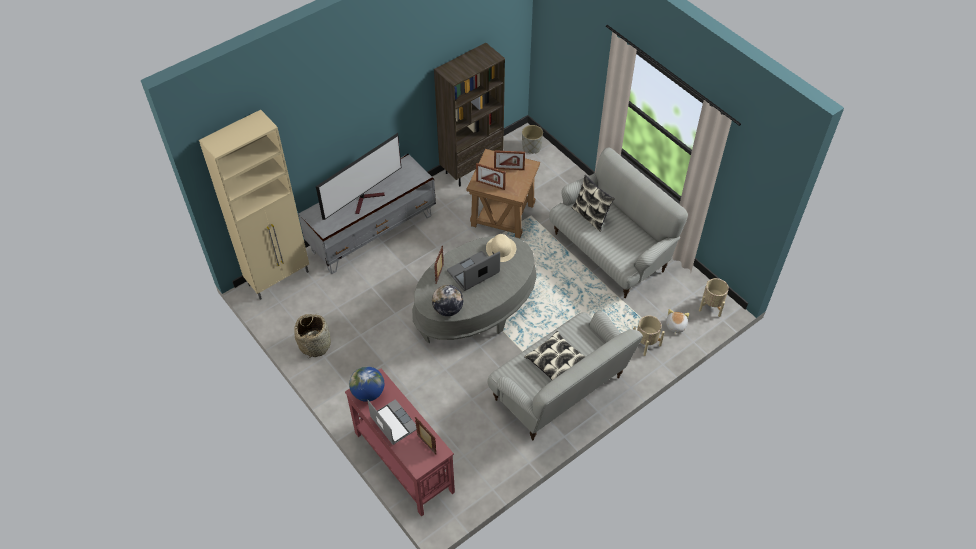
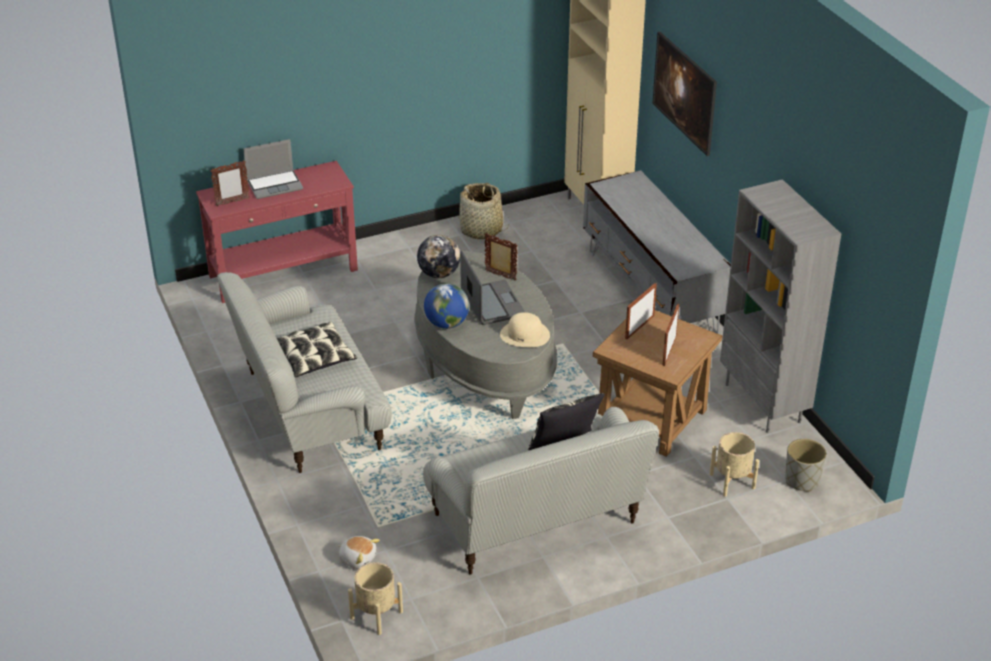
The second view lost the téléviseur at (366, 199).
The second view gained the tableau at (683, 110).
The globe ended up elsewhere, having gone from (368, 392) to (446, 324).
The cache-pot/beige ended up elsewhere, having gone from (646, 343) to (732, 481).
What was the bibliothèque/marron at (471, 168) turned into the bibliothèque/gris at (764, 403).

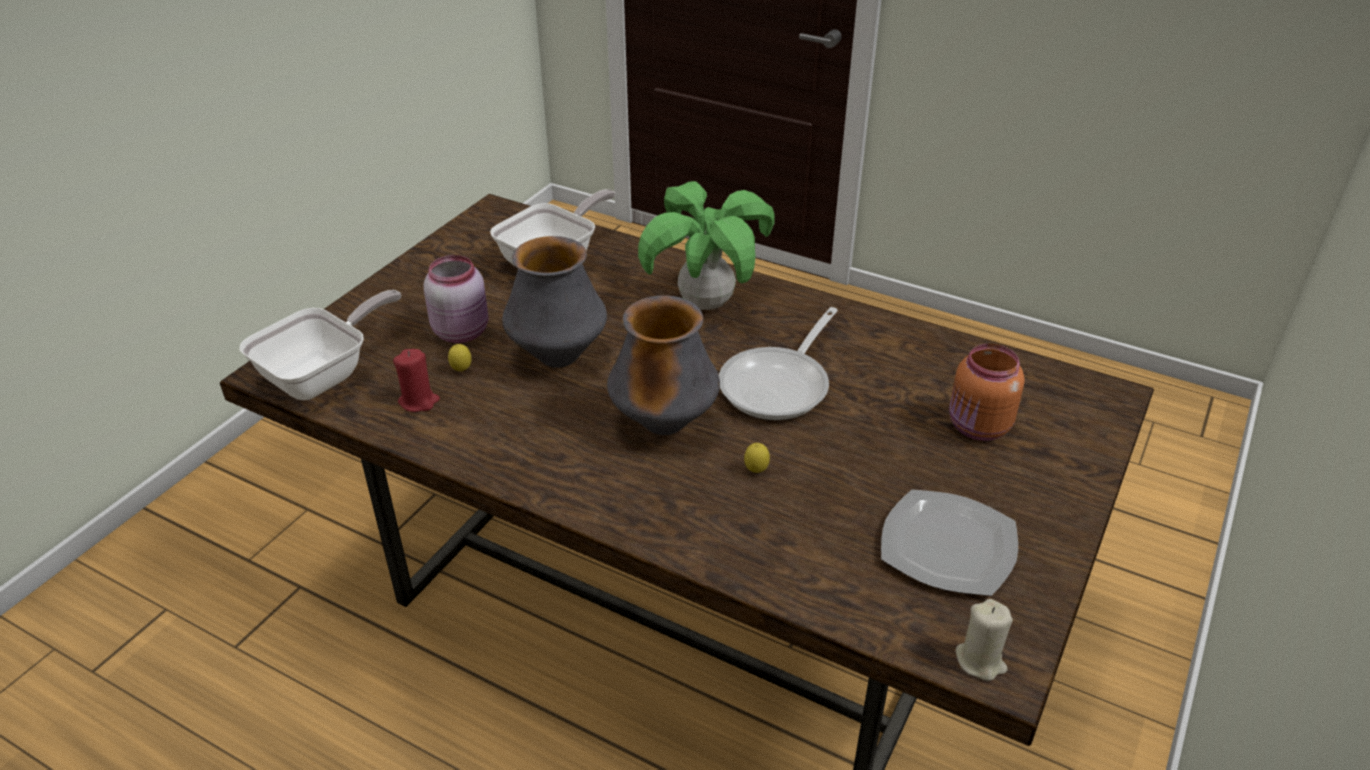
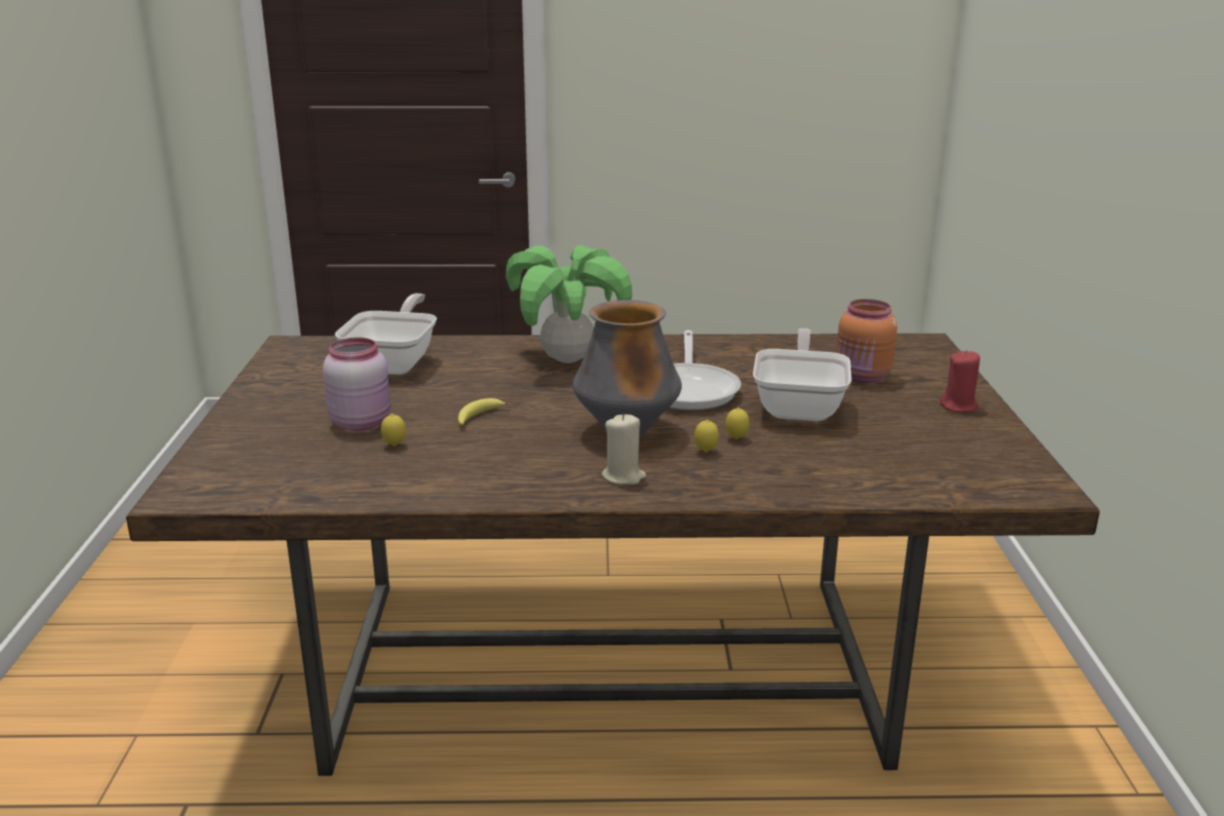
The second view lost the assiette at (946, 546).
The second view gained the citron at (705, 452).
The poêle ended up elsewhere, having gone from (324, 375) to (800, 406).
The bougie/rouge ended up elsewhere, having gone from (419, 401) to (959, 406).
The bougie/beige ended up elsewhere, having gone from (980, 661) to (623, 477).
Where the vase stood at (558, 357), the banane came to stand at (478, 417).

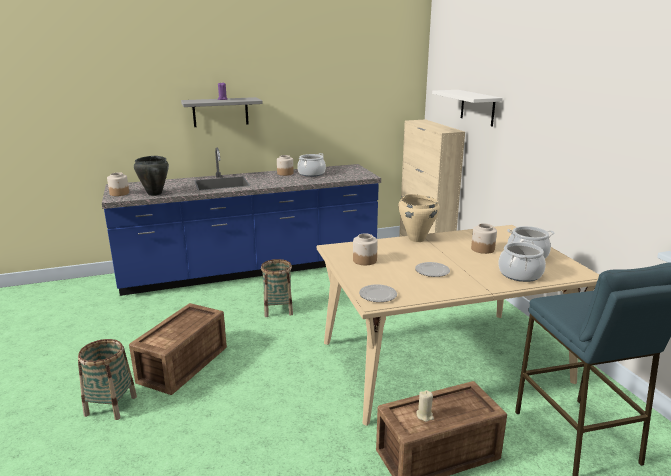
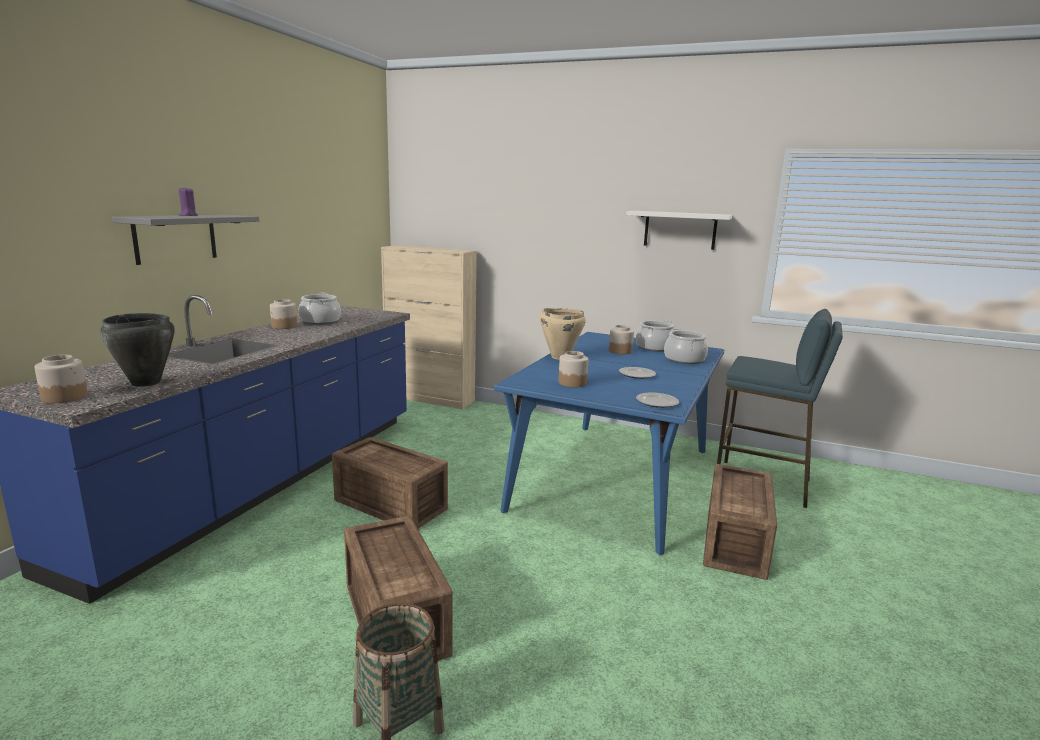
The second view lost the bougie/beige at (424, 415).
The étagère/blanc ended up elsewhere, having gone from (477, 107) to (680, 230).
Where the panier stood at (278, 309), the caisse came to stand at (390, 506).
What was the table à manger/beige at (442, 362) turned into the table à manger/bleu at (615, 479).

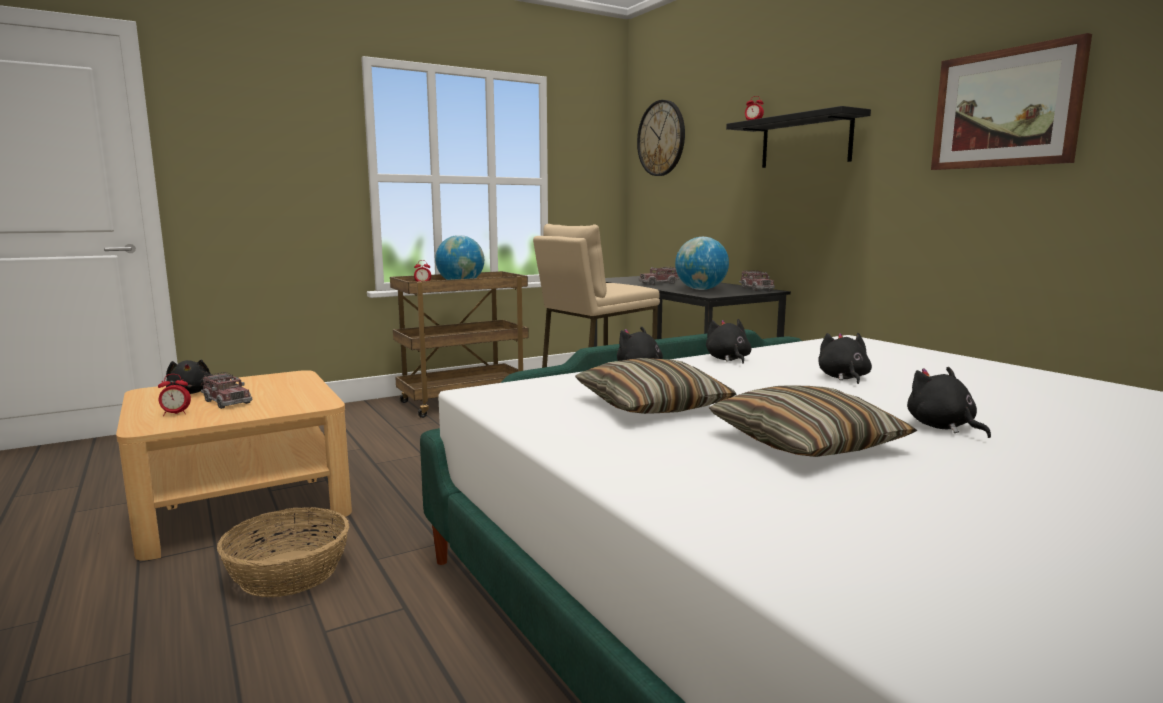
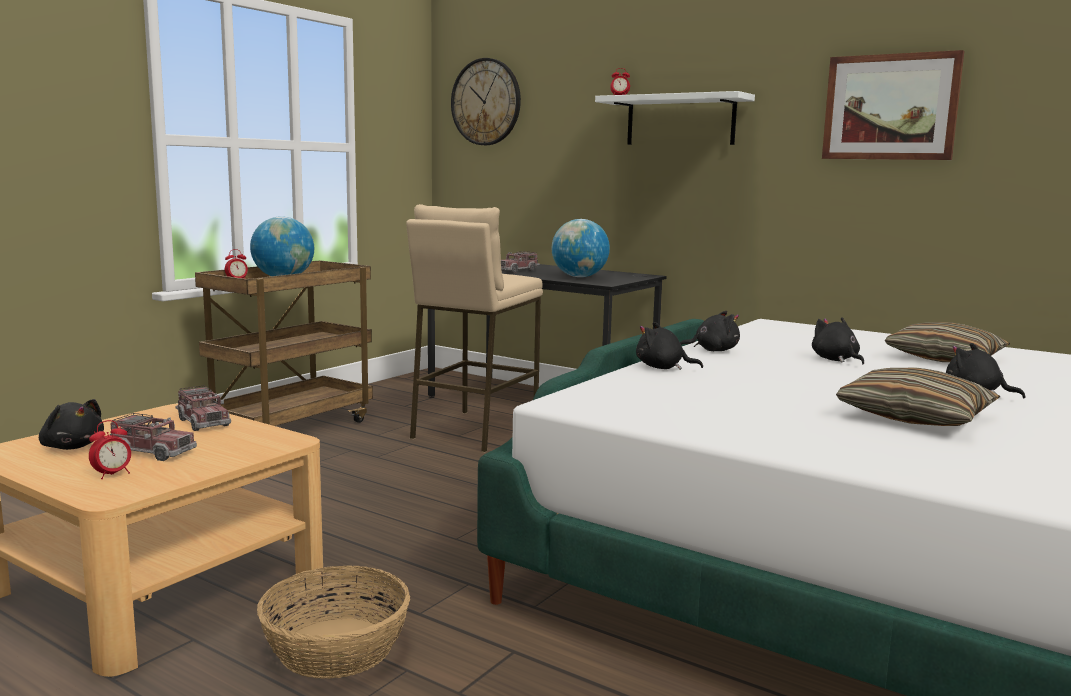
The coussin ended up elsewhere, having gone from (651, 405) to (944, 358).
The camion jouet ended up elsewhere, having gone from (756, 288) to (203, 422).
What was the étagère/noir at (805, 141) turned into the étagère/blanc at (680, 120).
The peluche/noir at (728, 359) ended up facing another way, 120 degrees clockwise from before.

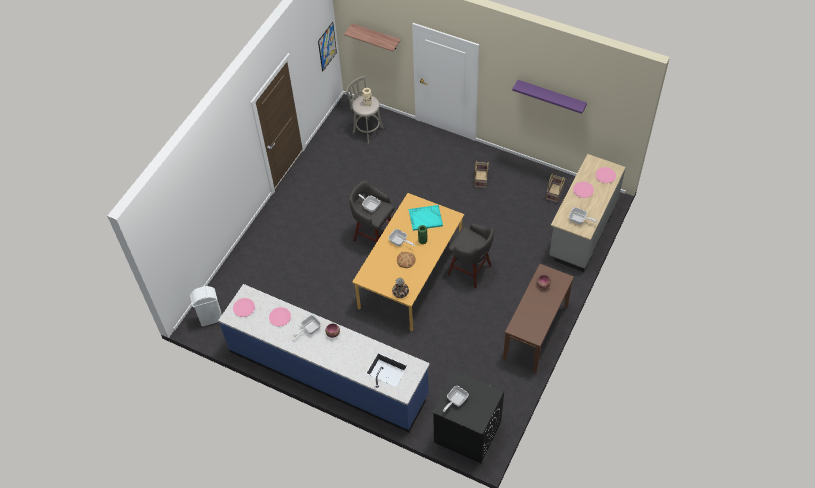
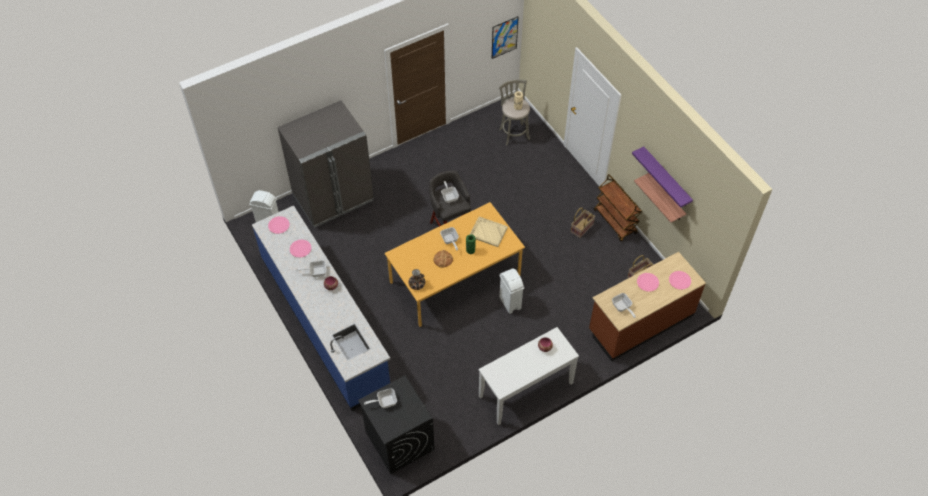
The second view gained the réfrigérateur/gris at (333, 198).
The second view gained the chariot/marron at (615, 222).
The étagère ended up elsewhere, having gone from (376, 36) to (666, 198).
Where the tabouret/gris stood at (471, 271), the poubelle/blanc came to stand at (510, 303).
What was the plateau/turquoise at (425, 218) turned into the plateau/beige at (488, 232).
What was the table console/marron at (536, 332) turned into the table console/blanc at (526, 390).
What was the comptoir de cuisine/gris at (582, 229) turned into the comptoir de cuisine/marron at (640, 322).

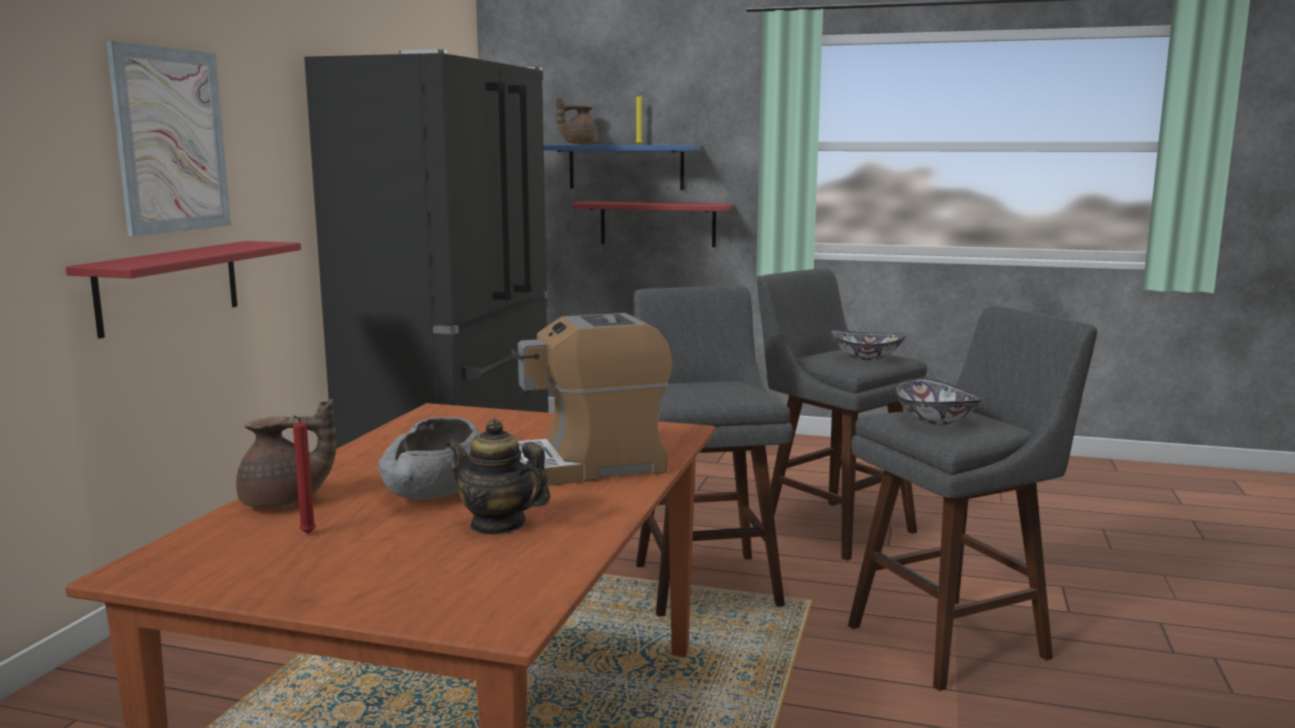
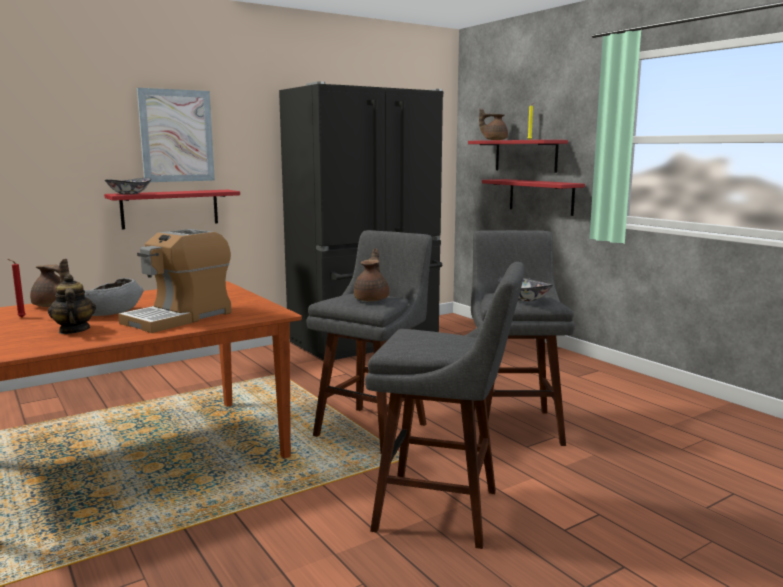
The second view gained the théière/marron at (372, 299).
The bol ended up elsewhere, having gone from (934, 420) to (129, 193).
What was the étagère/bleu at (626, 167) turned into the étagère/rouge at (525, 156).
The machine à café at (579, 466) ended up facing another way, 75 degrees counterclockwise from before.

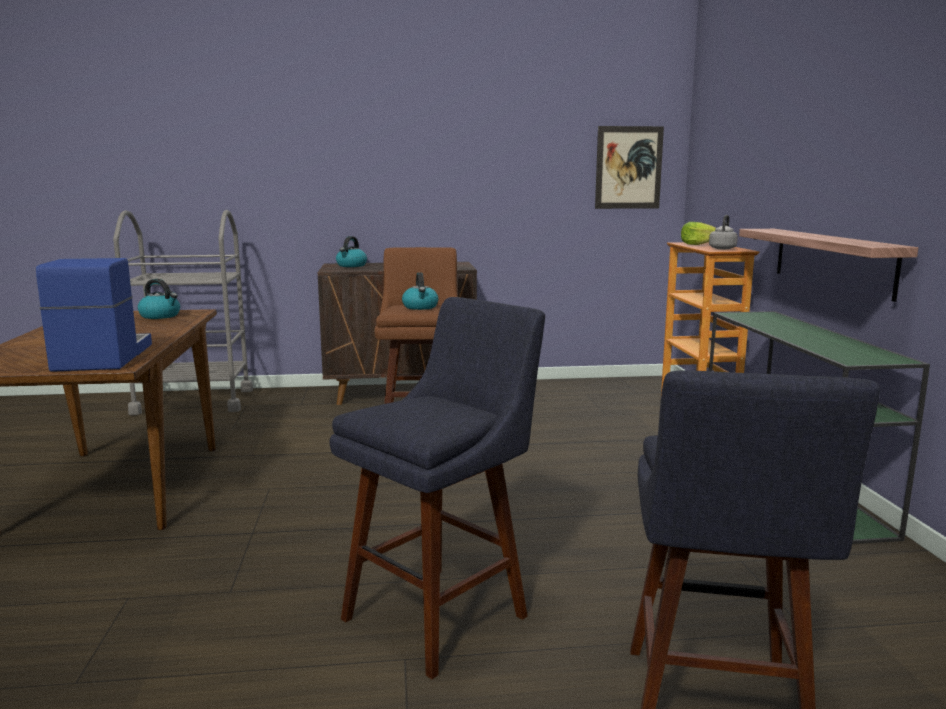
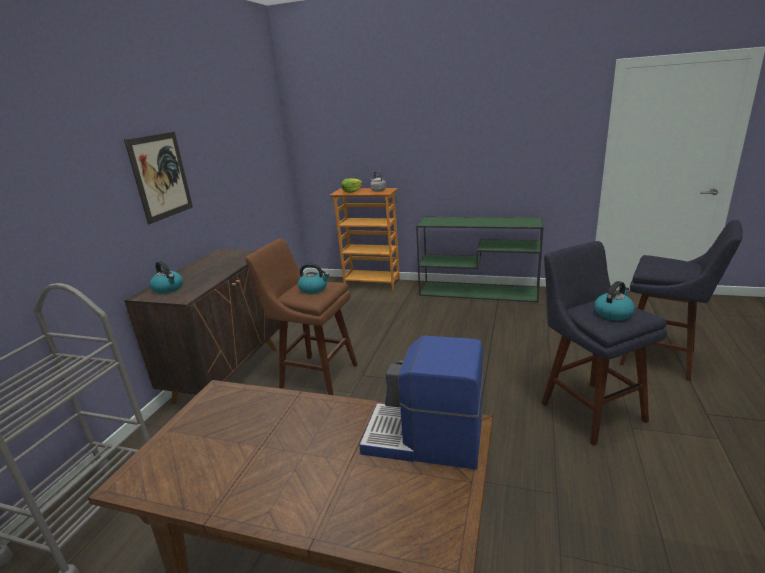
The second view lost the étagère at (832, 261).
The bouilloire ended up elsewhere, having gone from (160, 316) to (613, 313).
The tableau ended up elsewhere, having gone from (628, 167) to (161, 176).

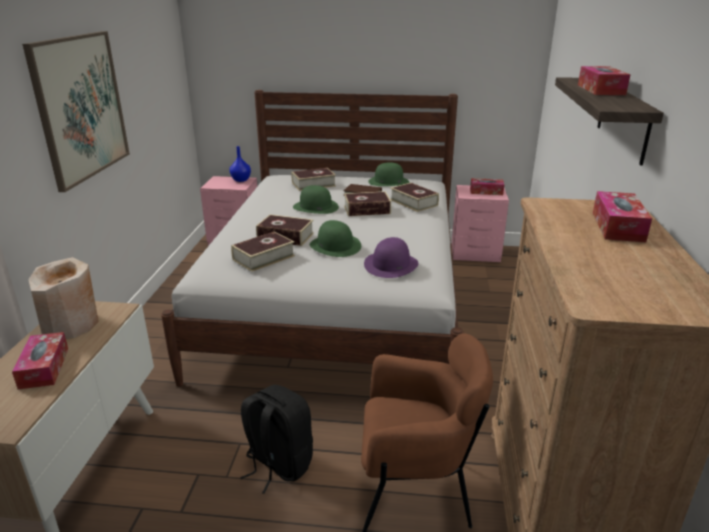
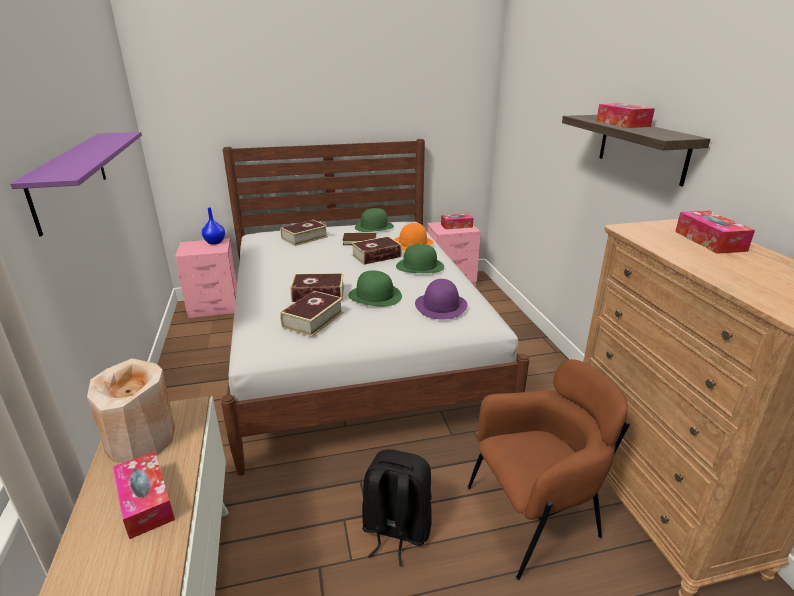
The chapeau/vert ended up elsewhere, having gone from (315, 207) to (419, 266).
Where the tableau hung at (81, 107), the étagère/violet came to hang at (70, 178).
Where the livre stood at (413, 202), the chapeau/orange came to stand at (413, 243).

